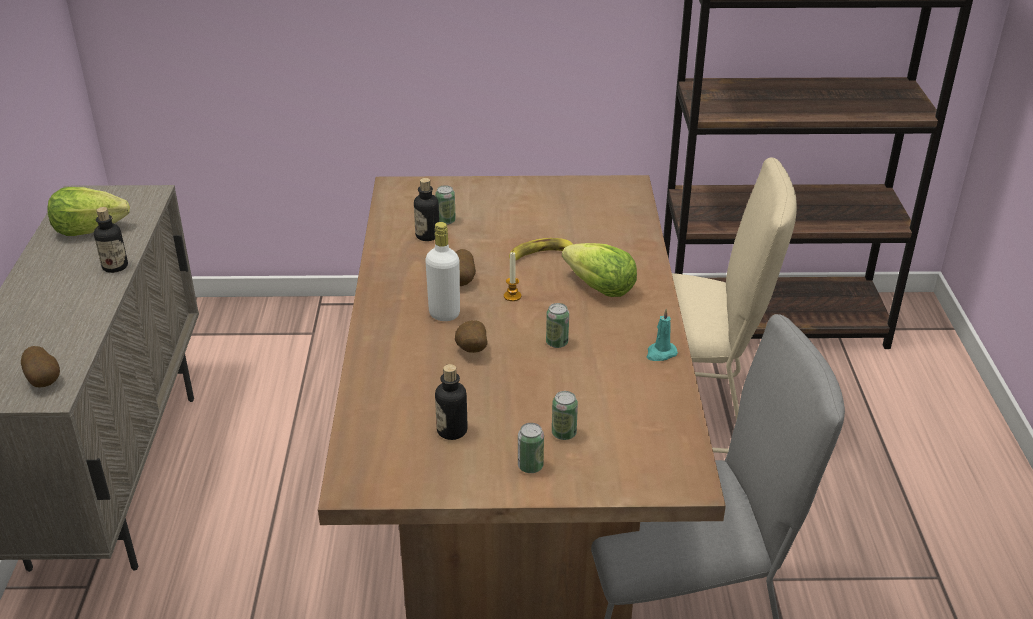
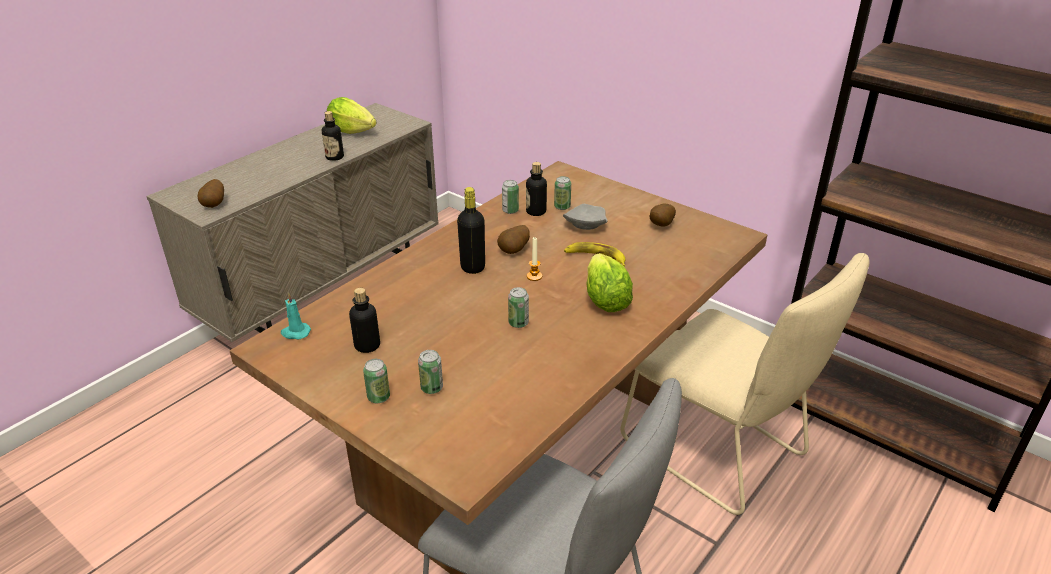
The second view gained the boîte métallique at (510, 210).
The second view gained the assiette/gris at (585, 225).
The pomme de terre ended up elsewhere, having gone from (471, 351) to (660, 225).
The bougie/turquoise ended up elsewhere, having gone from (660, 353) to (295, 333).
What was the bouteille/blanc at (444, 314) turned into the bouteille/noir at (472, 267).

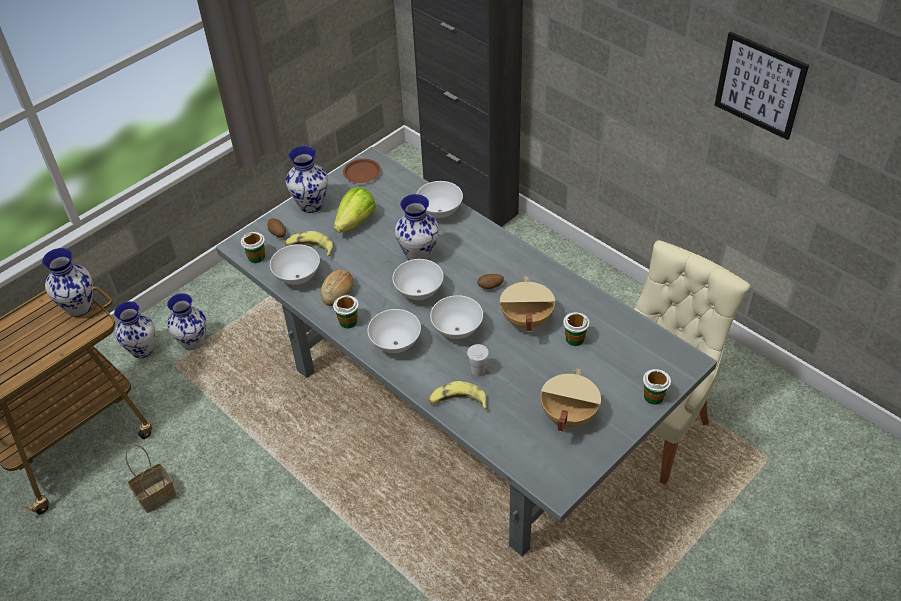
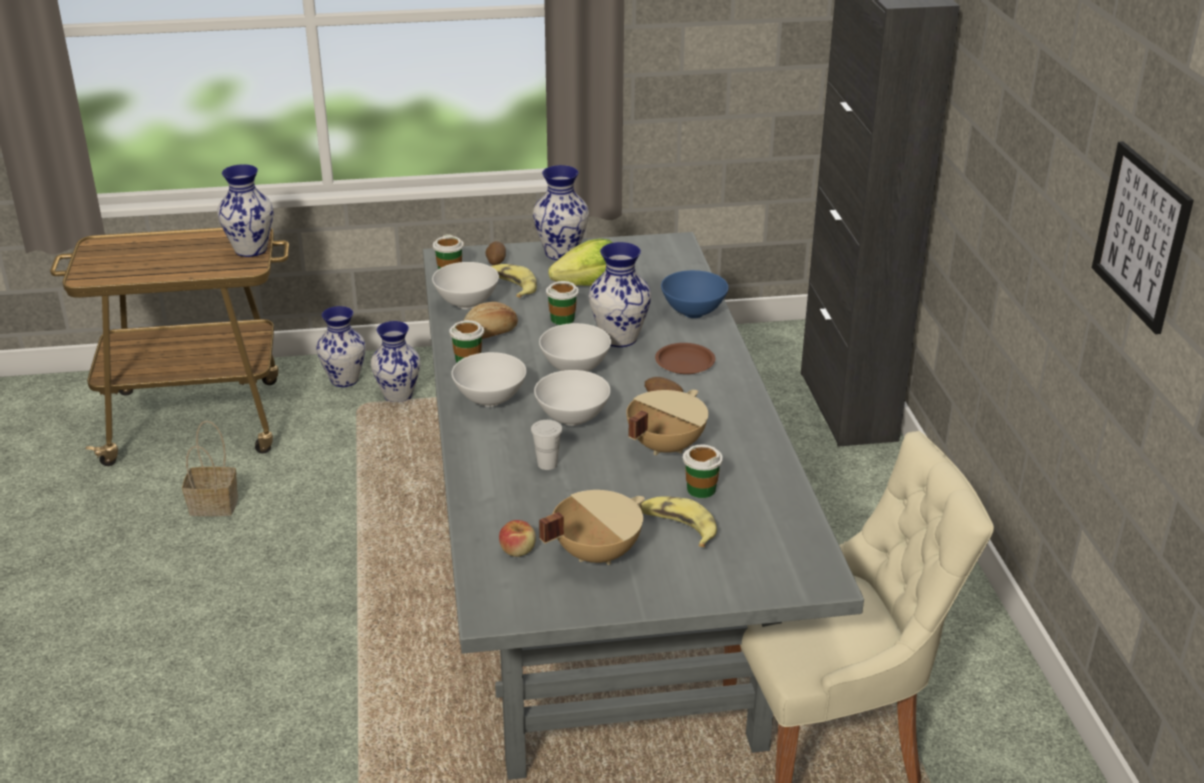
The second view gained the pomme at (518, 550).
The assiette/marron ended up elsewhere, having gone from (362, 173) to (685, 362).
The banane ended up elsewhere, having gone from (457, 401) to (678, 527).
The tasse ended up elsewhere, having gone from (653, 396) to (562, 319).
What was the bol/blanc at (439, 213) turned into the bol/bleu at (692, 313).

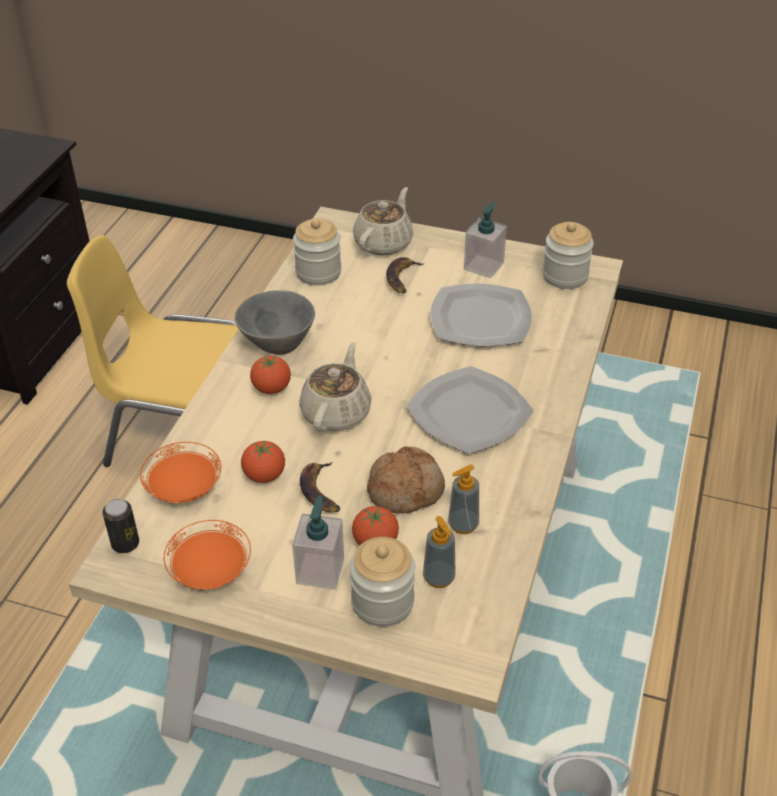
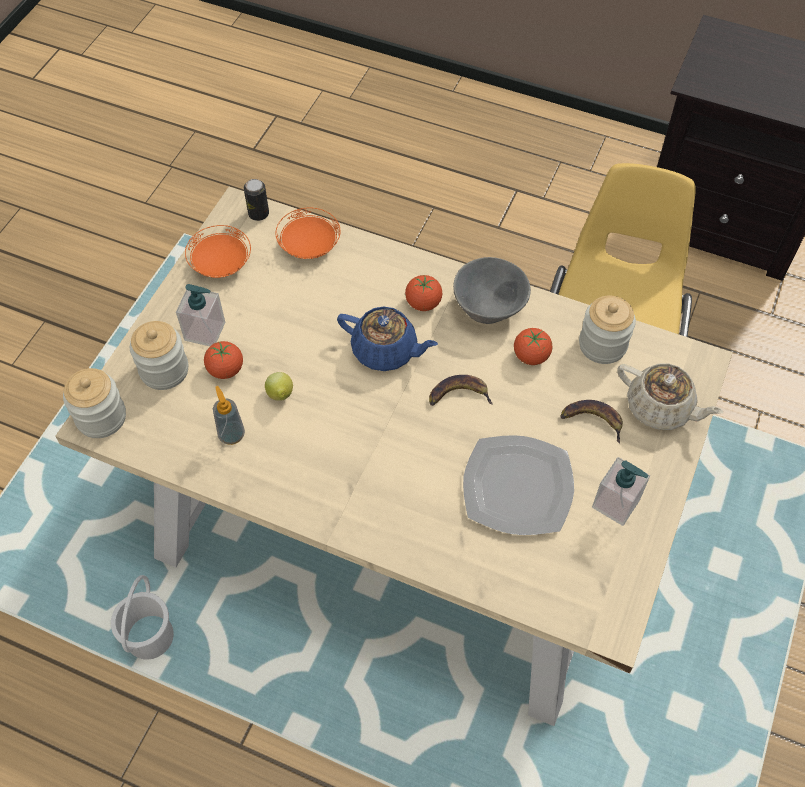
The second view lost the assiette at (469, 412).
The second view lost the distributeur de savon at (439, 578).
The tomate ended up elsewhere, having gone from (264, 475) to (531, 356).
The banane ended up elsewhere, having gone from (321, 491) to (458, 395).
The bocal ended up elsewhere, having gone from (565, 276) to (101, 417).
Where the pain stood at (405, 489), the citron came to stand at (281, 396).
What was the théière/beige at (336, 412) turned into the théière/bleu at (386, 351).

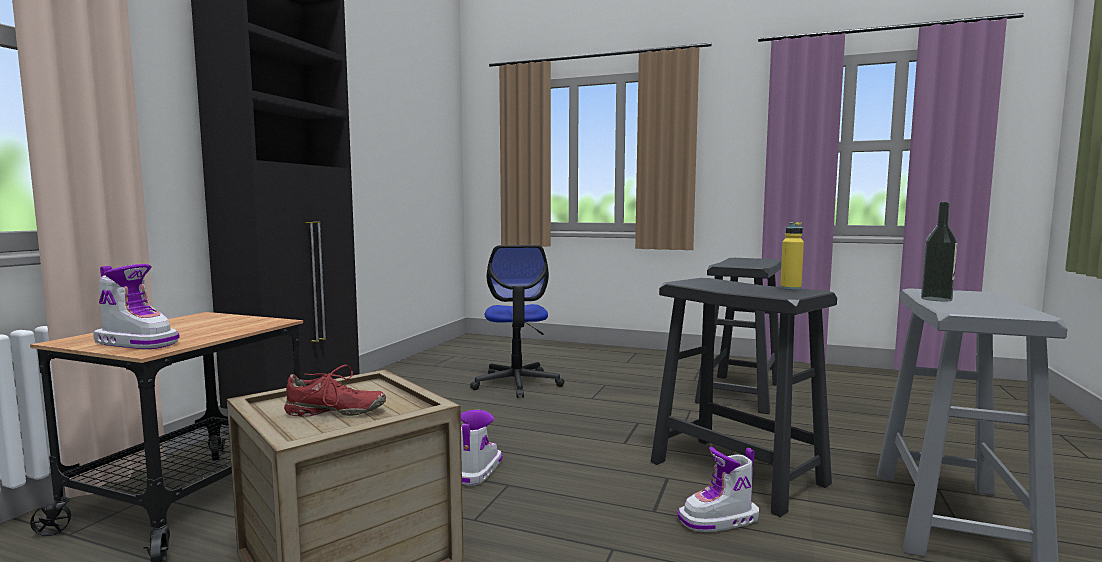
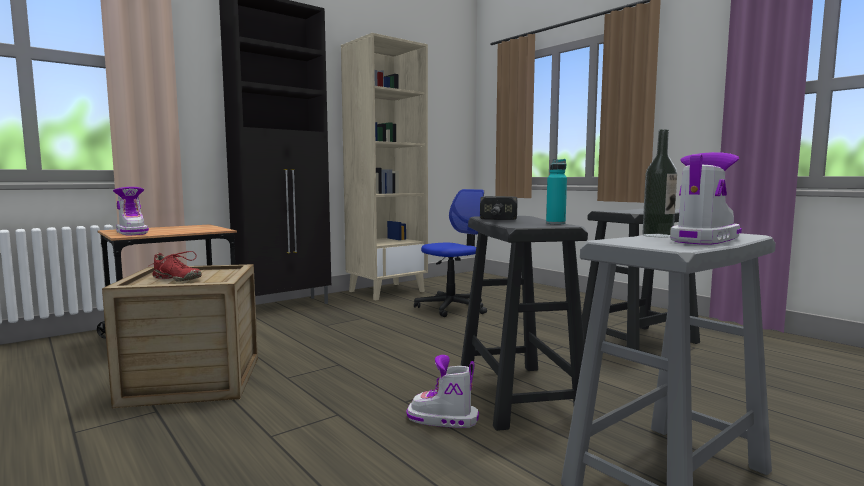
The second view gained the bibliothèque/beige at (387, 291).
The second view gained the marteau at (496, 221).
The botte ended up elsewhere, having gone from (478, 471) to (704, 240).
What was the bouteille/jaune at (790, 288) turned into the bouteille/turquoise at (555, 223).
The chaise de bureau at (517, 384) ended up facing another way, 150 degrees counterclockwise from before.

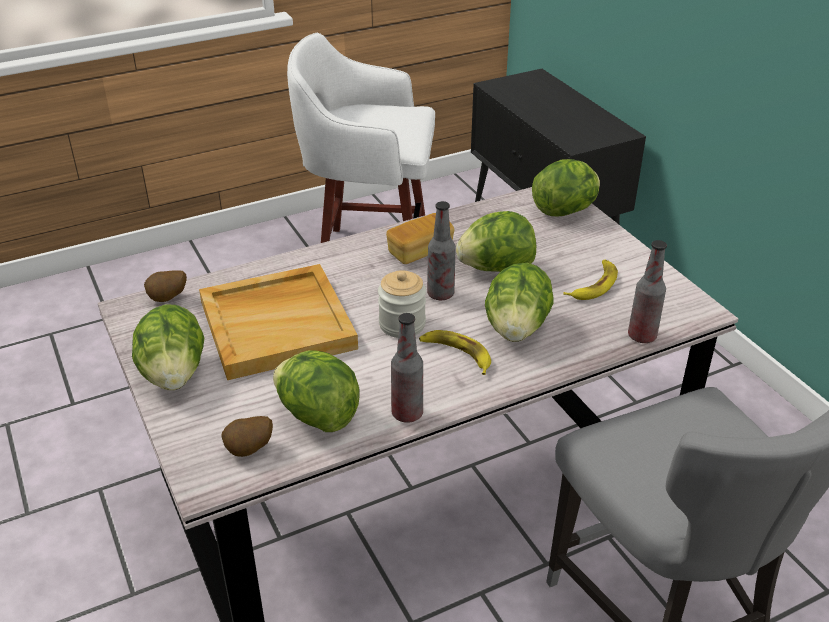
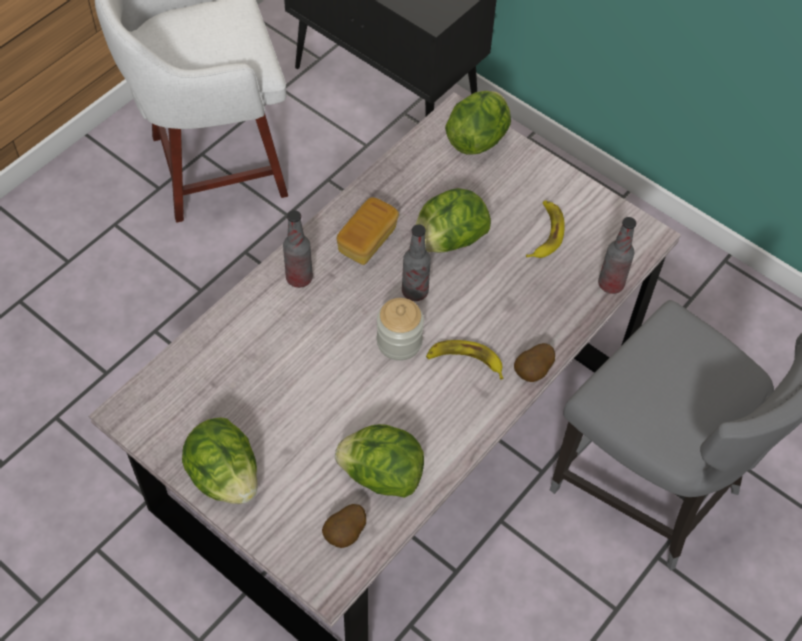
The second view lost the plateau/beige at (278, 324).
The second view lost the laitue at (517, 328).
The pomme de terre ended up elsewhere, having gone from (168, 299) to (533, 372).
The bouteille ended up elsewhere, having gone from (407, 413) to (299, 278).

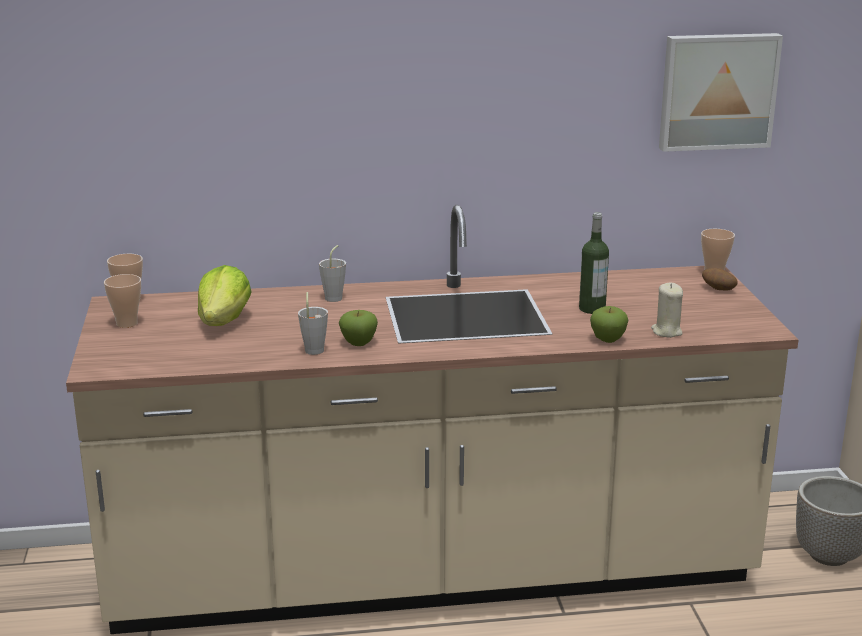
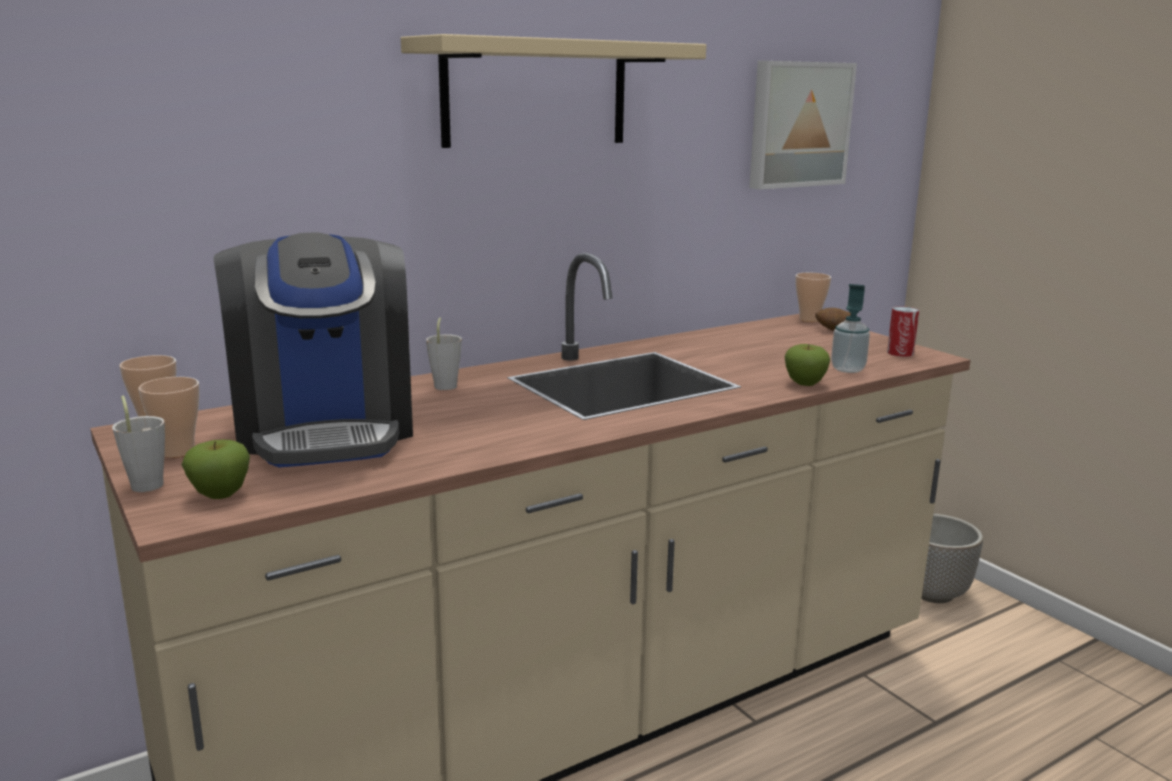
The second view lost the bouteille at (592, 309).
The second view gained the étagère/beige at (536, 94).
The second view gained the boîte métallique at (900, 353).
The tasse/gris ended up elsewhere, having gone from (314, 349) to (146, 483).
The pomme ended up elsewhere, having gone from (358, 343) to (220, 494).
Where the laitue stood at (224, 321), the machine à café came to stand at (325, 429).
Where the bougie/beige stood at (666, 332), the distributeur de savon came to stand at (847, 369).

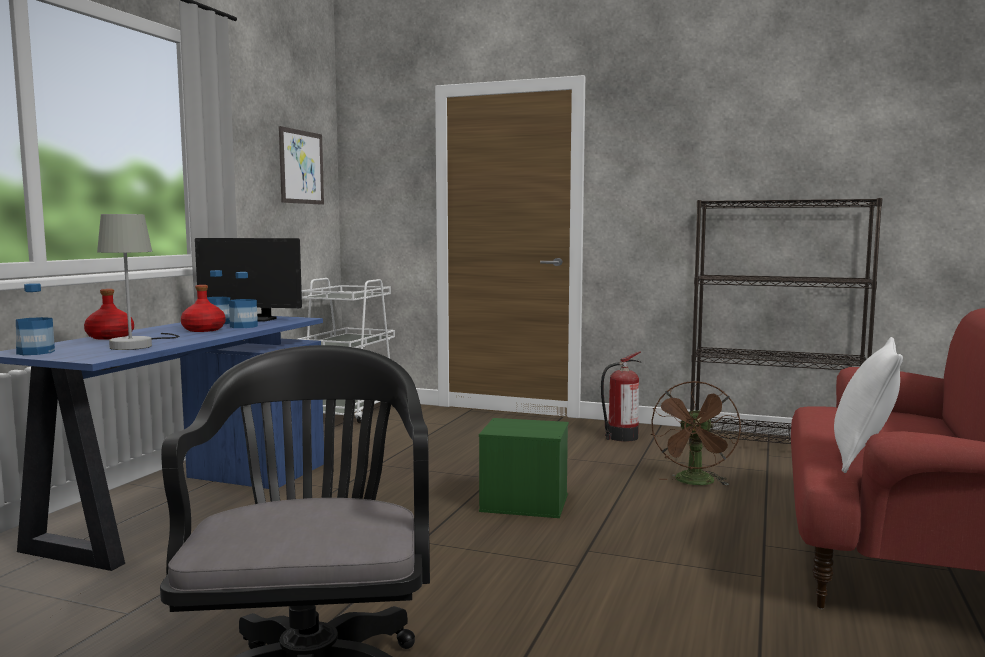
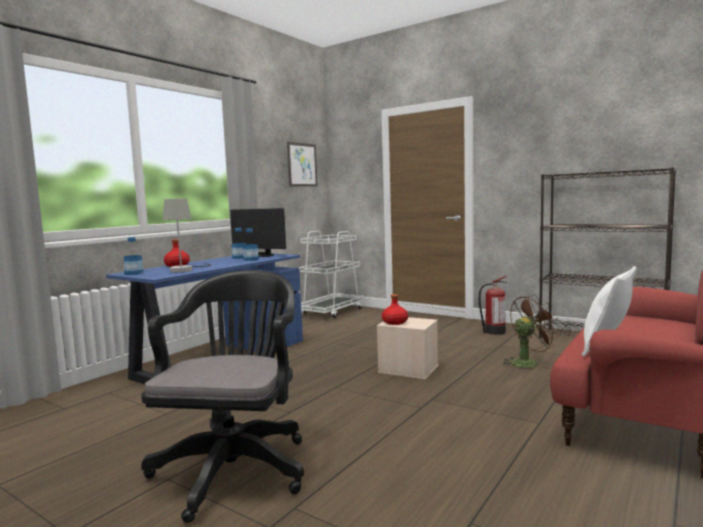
The bouteille/rouge ended up elsewhere, having gone from (203, 330) to (394, 322).
What was the boîte de rangement/vert at (523, 503) turned into the boîte de rangement/beige at (407, 369).
The ventilateur/marron at (695, 483) ended up facing another way, 150 degrees counterclockwise from before.

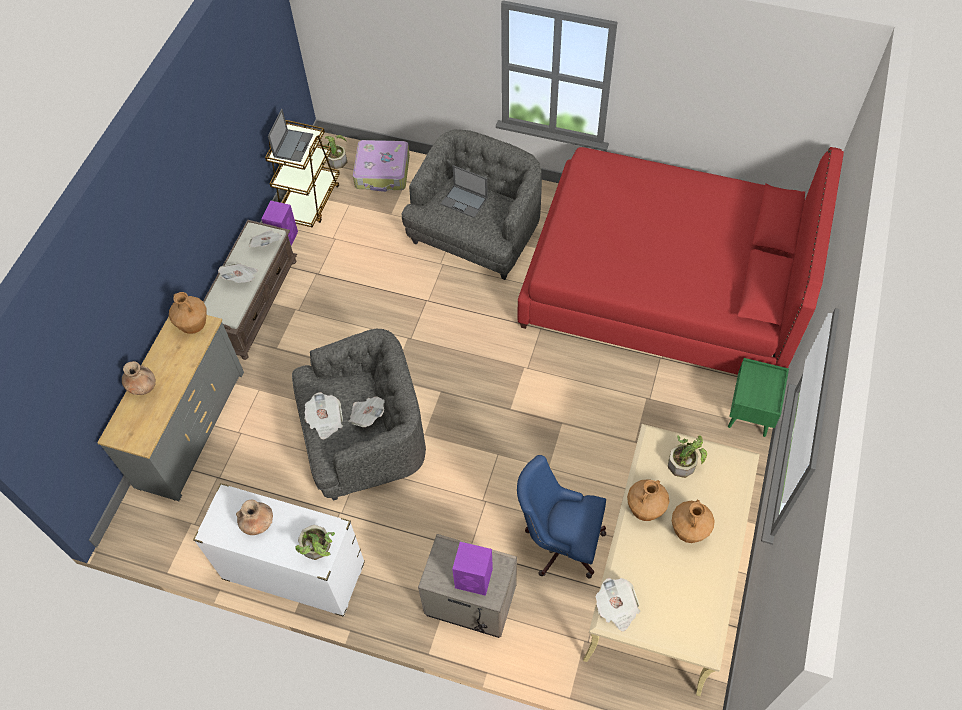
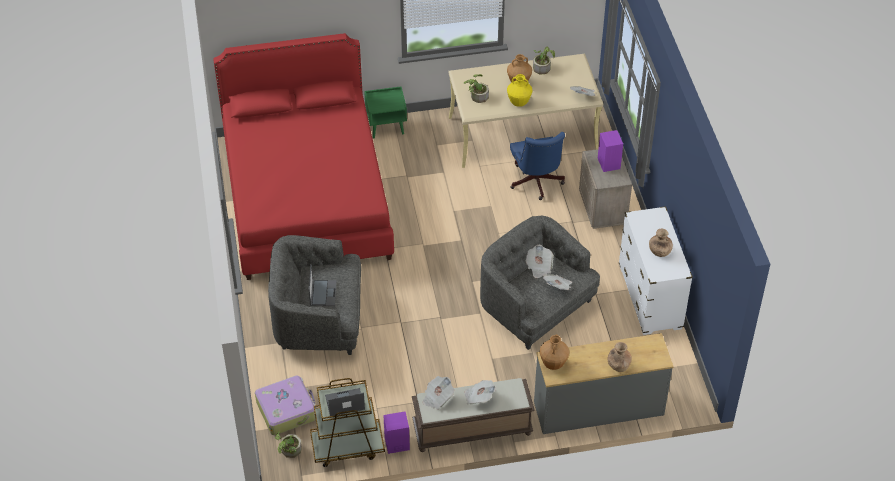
The plante en pot ended up elsewhere, having gone from (318, 549) to (542, 67).
What was the vase/marron at (644, 510) turned into the vase/jaune at (519, 102).

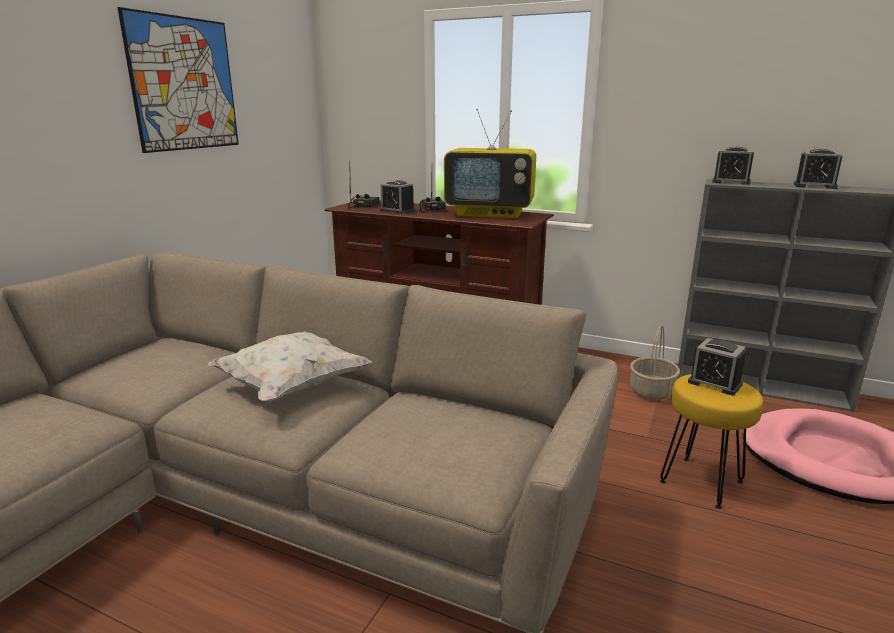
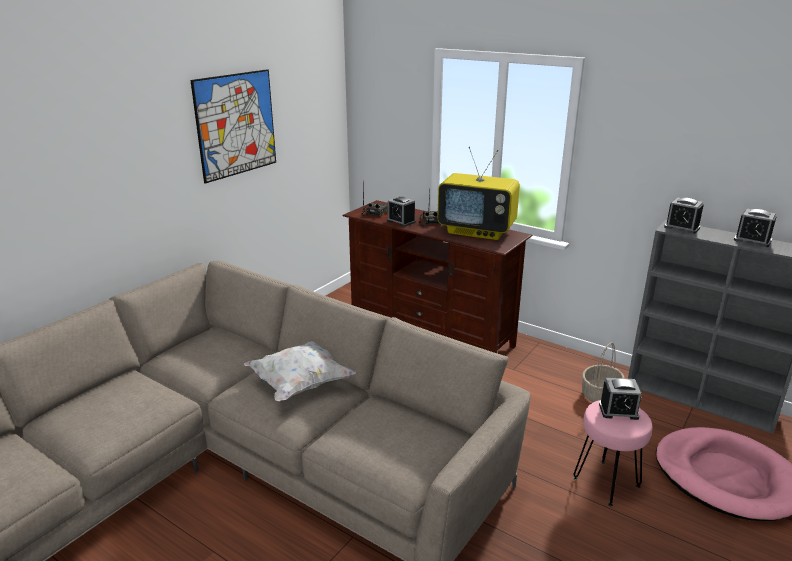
What was the tabouret/jaune at (702, 482) turned into the tabouret/rose at (607, 482).
The réveil at (714, 383) ended up facing another way, 45 degrees counterclockwise from before.

